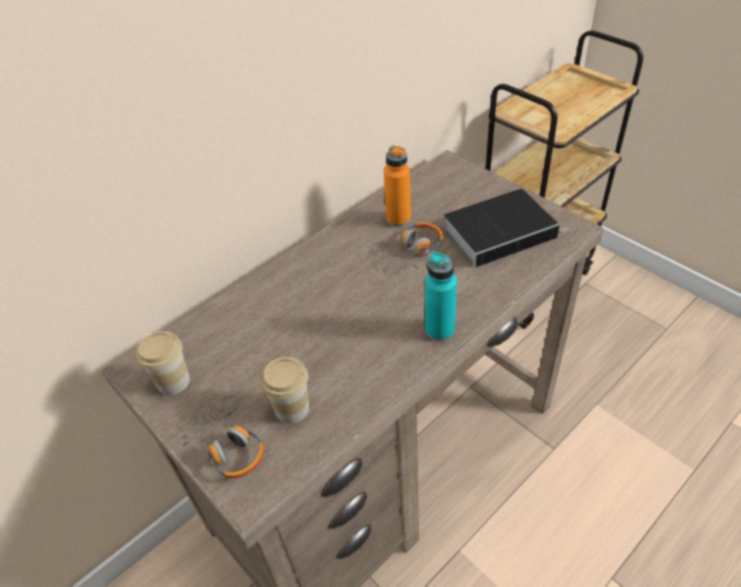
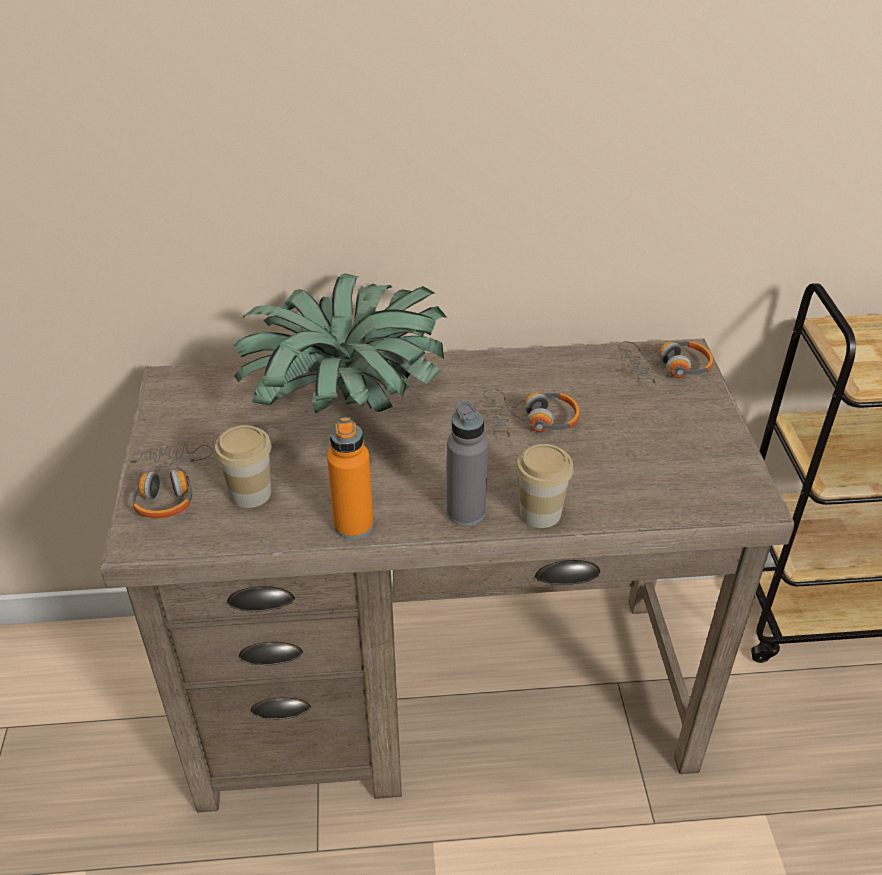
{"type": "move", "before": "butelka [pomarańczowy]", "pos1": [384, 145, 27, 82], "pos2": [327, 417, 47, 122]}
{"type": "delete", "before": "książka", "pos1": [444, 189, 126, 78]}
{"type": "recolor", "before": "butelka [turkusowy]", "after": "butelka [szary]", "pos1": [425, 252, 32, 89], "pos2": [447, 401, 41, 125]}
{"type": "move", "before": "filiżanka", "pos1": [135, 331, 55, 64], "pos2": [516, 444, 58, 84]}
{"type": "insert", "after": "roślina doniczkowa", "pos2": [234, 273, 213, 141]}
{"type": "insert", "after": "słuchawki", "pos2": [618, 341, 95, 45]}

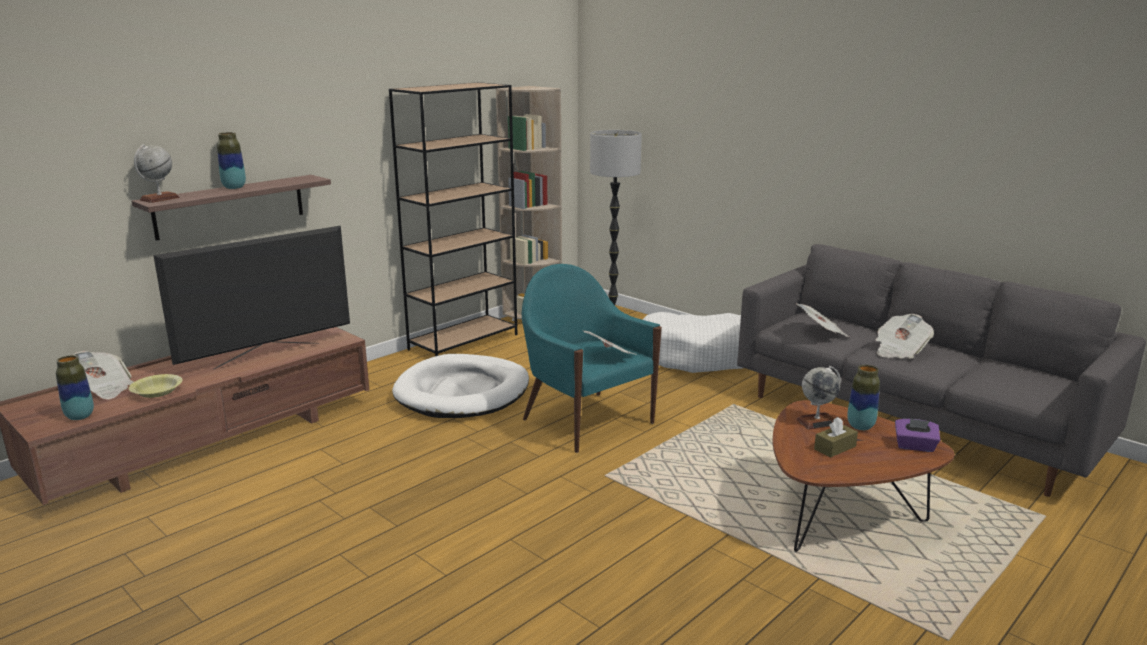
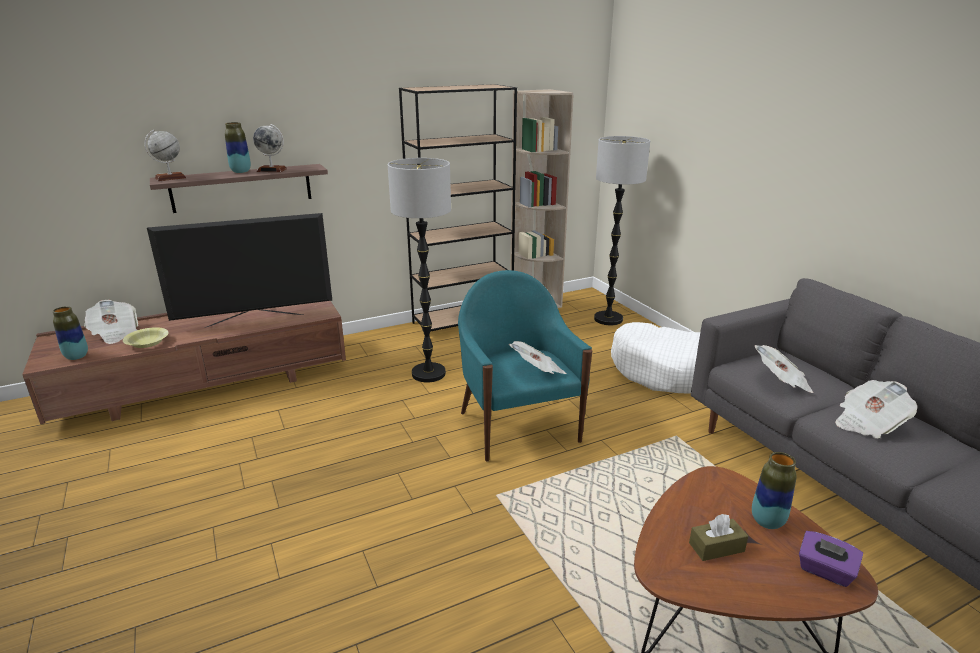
{"type": "replace", "before": "legowisko [biały]", "after": "lampa stojąca", "pos1": [392, 354, 137, 64], "pos2": [388, 158, 63, 224]}
{"type": "move", "before": "globus", "pos1": [796, 366, 45, 64], "pos2": [253, 124, 34, 48]}

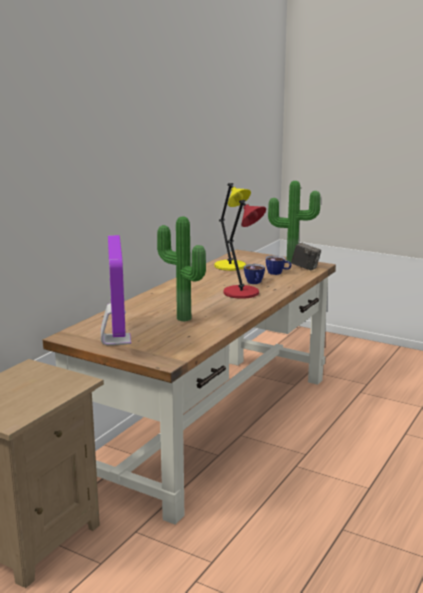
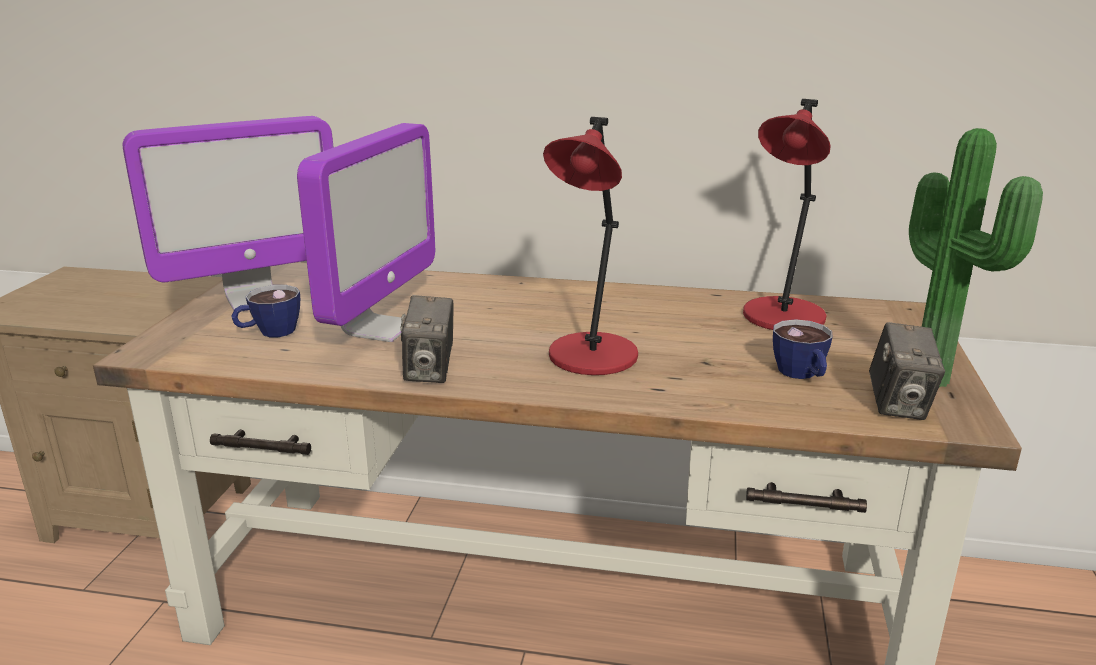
{"type": "recolor", "before": "lampa stołowa [żółty]", "after": "lampa stołowa [czerwony]", "pos1": [214, 183, 37, 88], "pos2": [743, 99, 88, 231]}
{"type": "replace", "before": "roślina doniczkowa", "after": "monitor", "pos1": [157, 216, 49, 106], "pos2": [297, 123, 138, 219]}
{"type": "move", "before": "filiżanka", "pos1": [244, 264, 21, 20], "pos2": [231, 285, 69, 52]}
{"type": "insert", "after": "aparat fotograficzny", "pos2": [400, 295, 53, 88]}

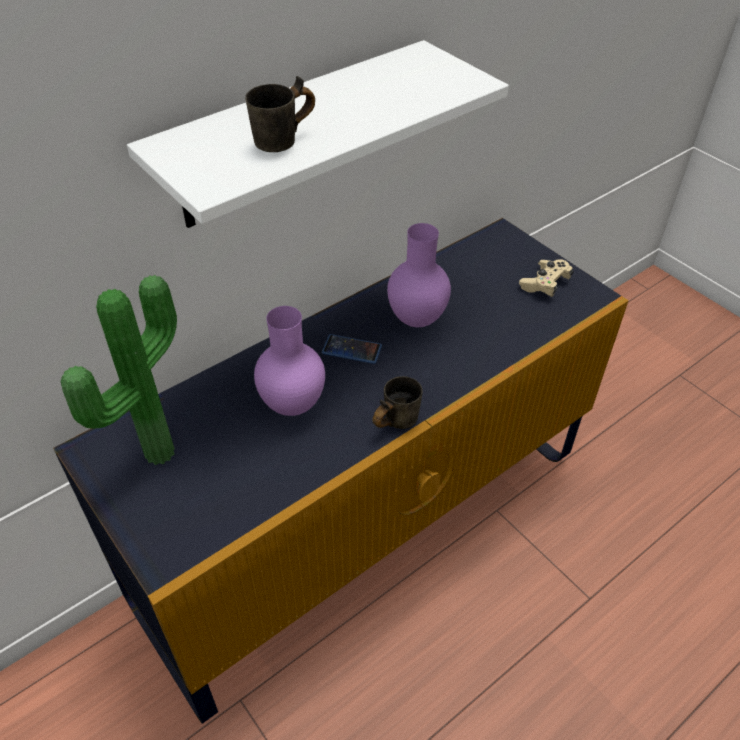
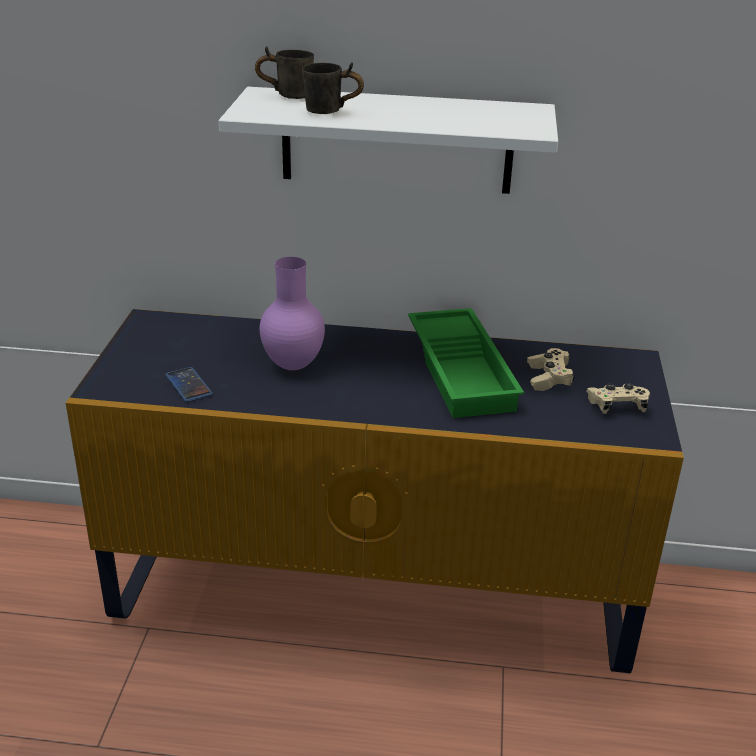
{"type": "replace", "before": "wazon [fioletowy]", "after": "taca [zielony]", "pos1": [387, 223, 64, 104], "pos2": [408, 308, 116, 110]}
{"type": "delete", "before": "roślina doniczkowa", "pos1": [61, 275, 116, 190]}
{"type": "move", "before": "telefon", "pos1": [322, 334, 60, 30], "pos2": [165, 367, 48, 35]}
{"type": "move", "before": "kubek [szary]", "pos1": [373, 376, 50, 53], "pos2": [255, 46, 59, 53]}
{"type": "insert", "after": "pad do gier [beżowy]", "pos2": [527, 348, 47, 43]}

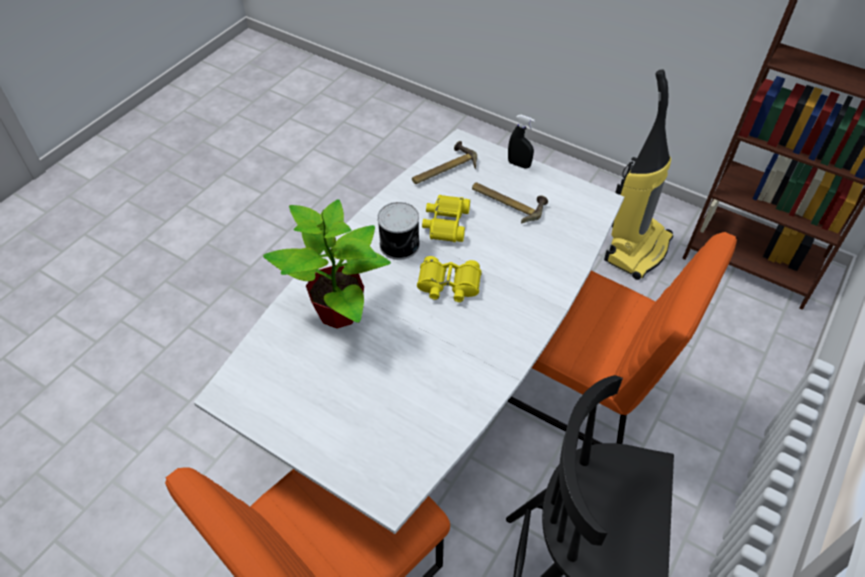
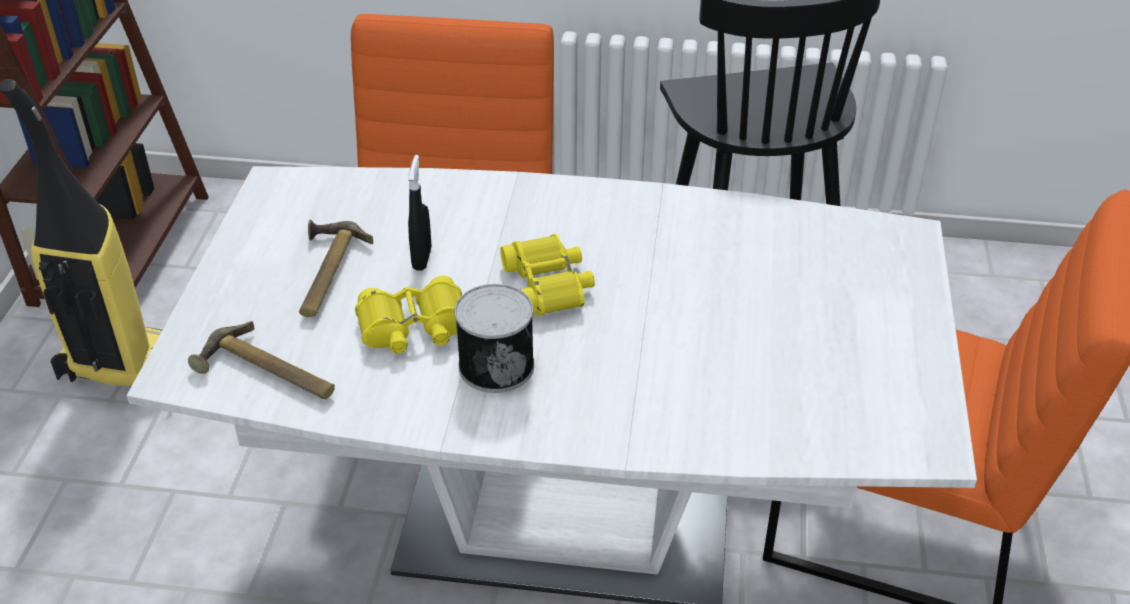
{"type": "move", "before": "spryskiwacz [czarny]", "pos1": [508, 115, 27, 54], "pos2": [408, 155, 23, 116]}
{"type": "delete", "before": "roślina doniczkowa", "pos1": [263, 199, 128, 130]}

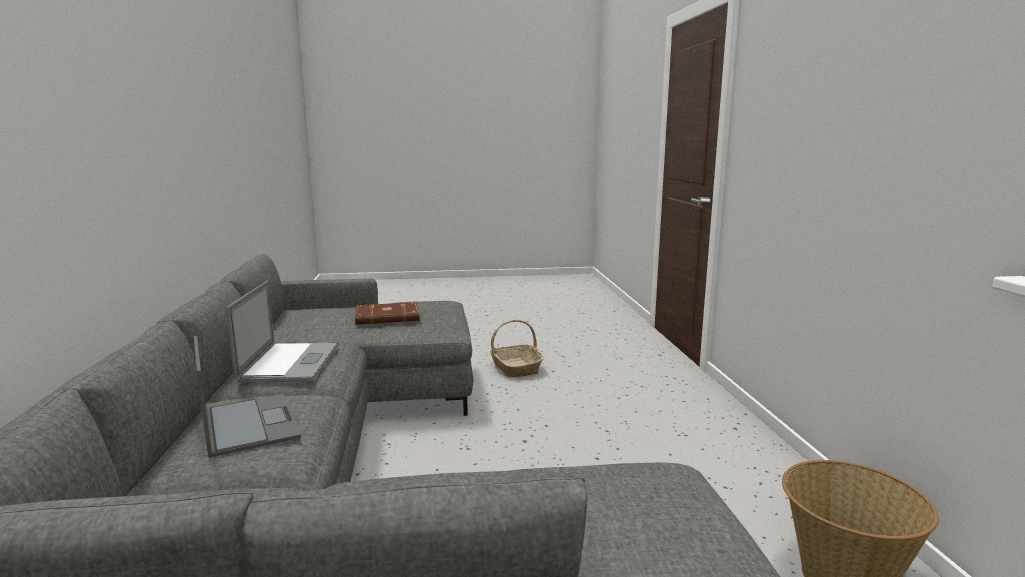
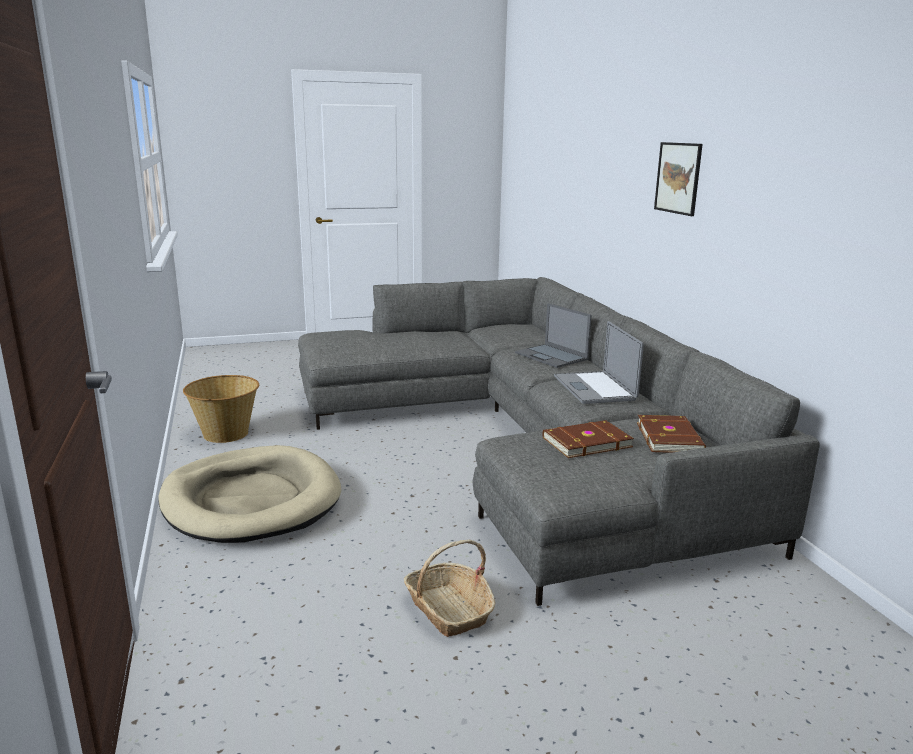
{"type": "insert", "after": "obraz", "pos2": [654, 142, 49, 74]}
{"type": "insert", "after": "książka [brązowy]", "pos2": [637, 415, 69, 38]}
{"type": "insert", "after": "legowisko [beżowy]", "pos2": [159, 445, 182, 98]}

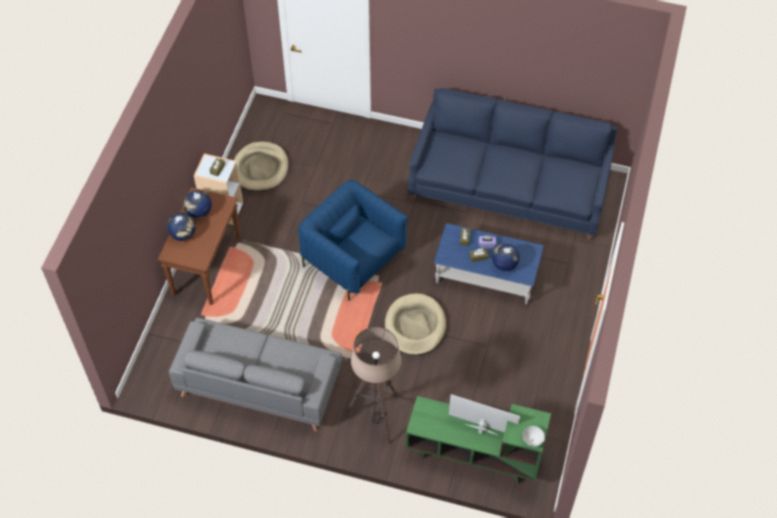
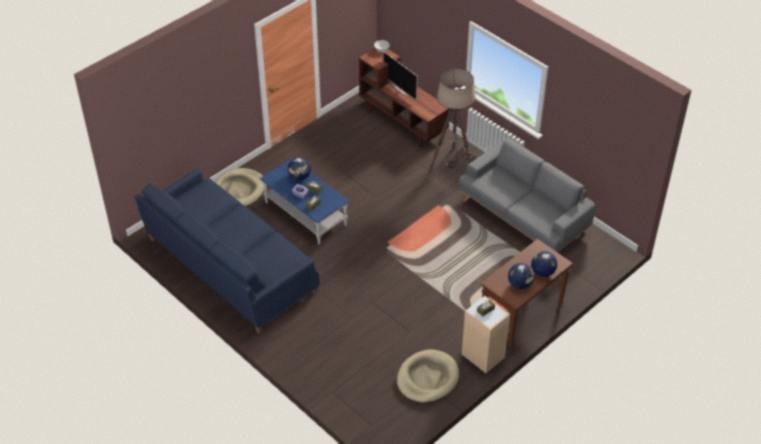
{"type": "delete", "before": "fotel [niebieski]", "pos1": [298, 180, 109, 121]}
{"type": "move", "before": "legowisko [beżowy]", "pos1": [385, 293, 61, 62], "pos2": [215, 168, 49, 38]}
{"type": "recolor", "before": "szafka pod telewizor [zielony]", "after": "szafka pod telewizor [brązowy]", "pos1": [406, 396, 145, 88], "pos2": [359, 48, 91, 99]}

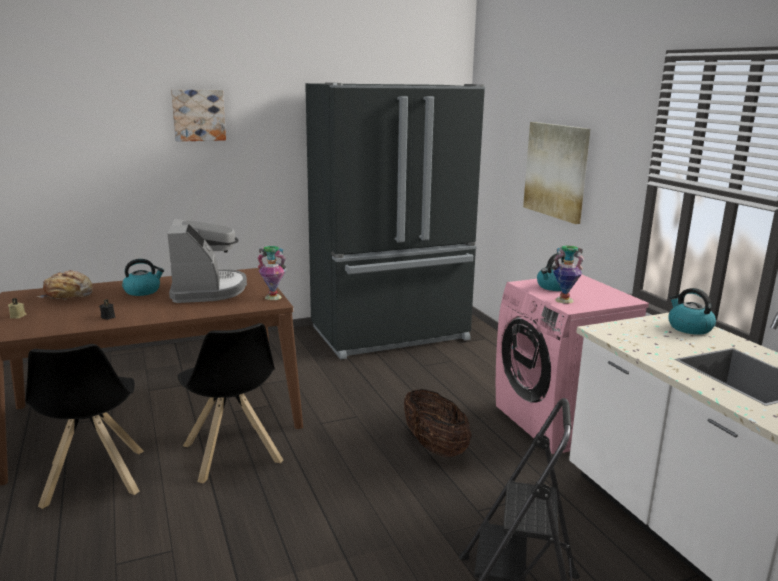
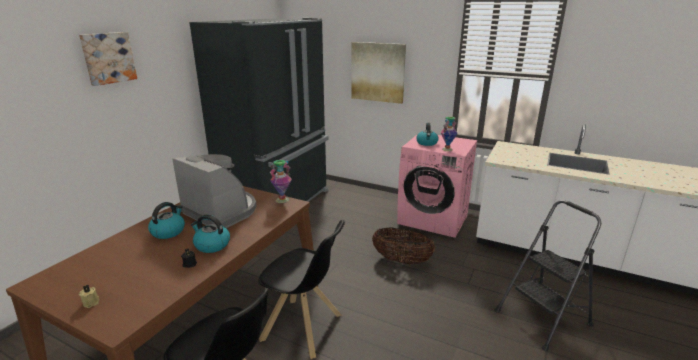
{"type": "delete", "before": "chleb", "pos1": [36, 270, 56, 30]}
{"type": "move", "before": "czajnik", "pos1": [668, 288, 48, 47], "pos2": [191, 215, 39, 38]}

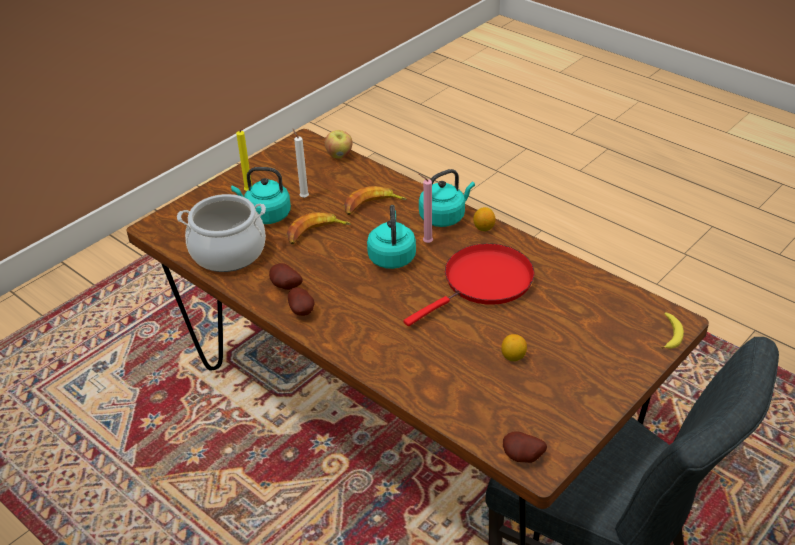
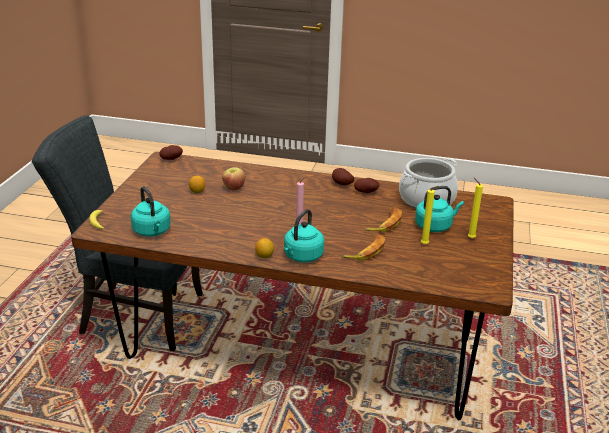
{"type": "recolor", "before": "świeca [biały]", "after": "świeca [żółty]", "pos1": [292, 128, 17, 70], "pos2": [421, 186, 18, 59]}
{"type": "move", "before": "jabłko", "pos1": [324, 130, 28, 29], "pos2": [222, 167, 23, 24]}
{"type": "move", "before": "czajnik [turkusowy]", "pos1": [367, 205, 49, 64], "pos2": [131, 186, 40, 51]}
{"type": "delete", "before": "patelnia [czerwony]", "pos1": [404, 243, 130, 83]}

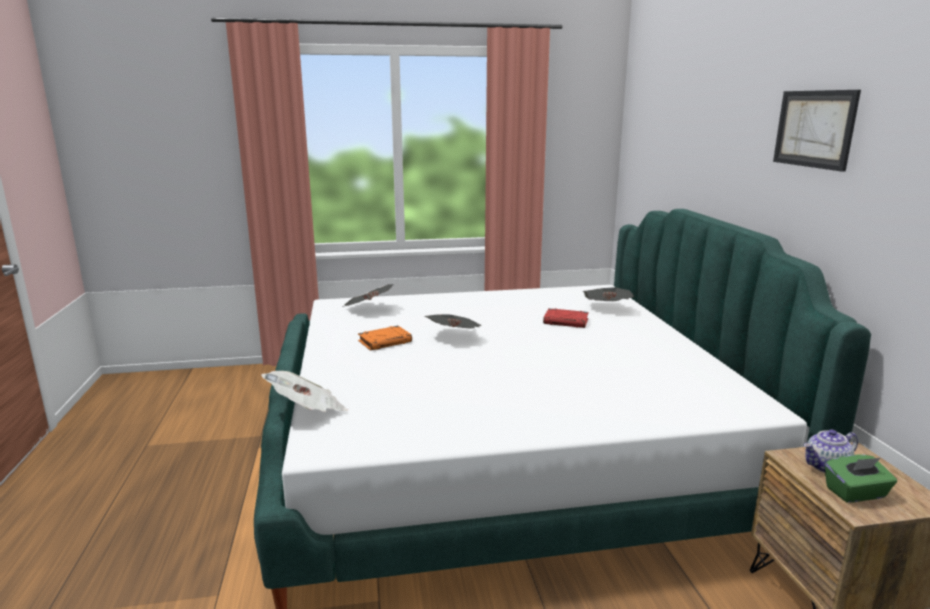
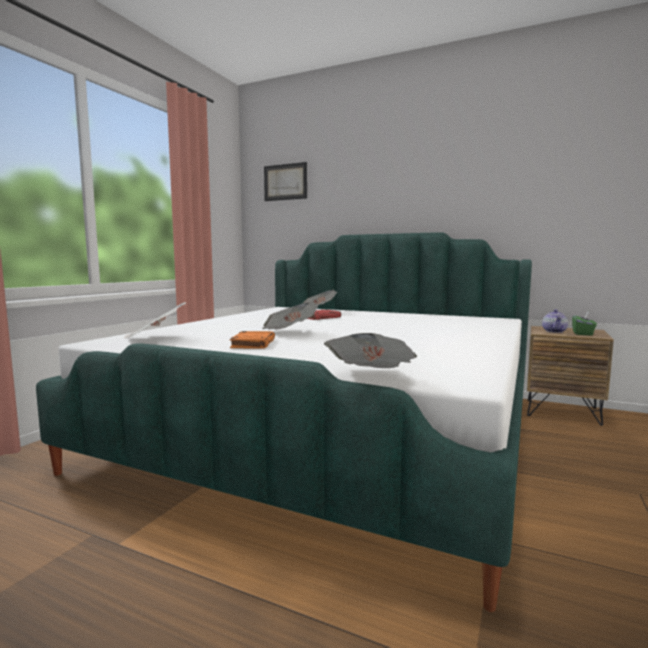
{"type": "move", "before": "obraz", "pos1": [773, 90, 88, 82], "pos2": [264, 162, 43, 39]}

